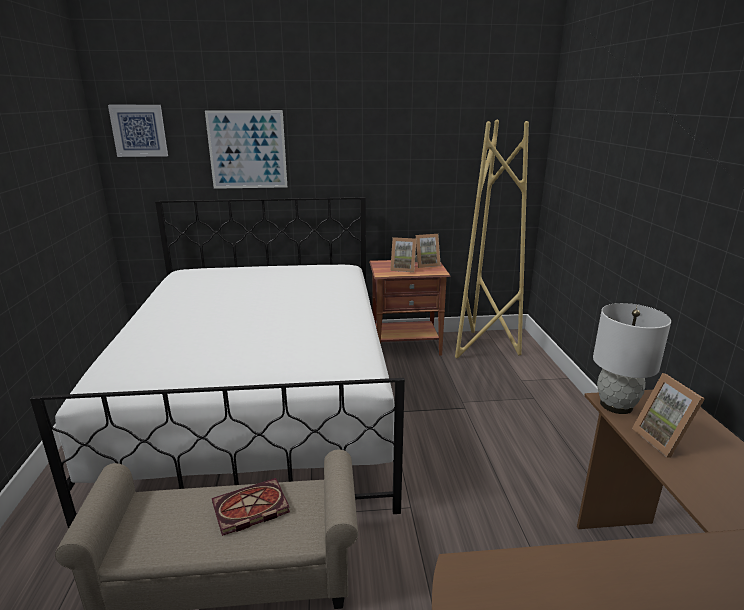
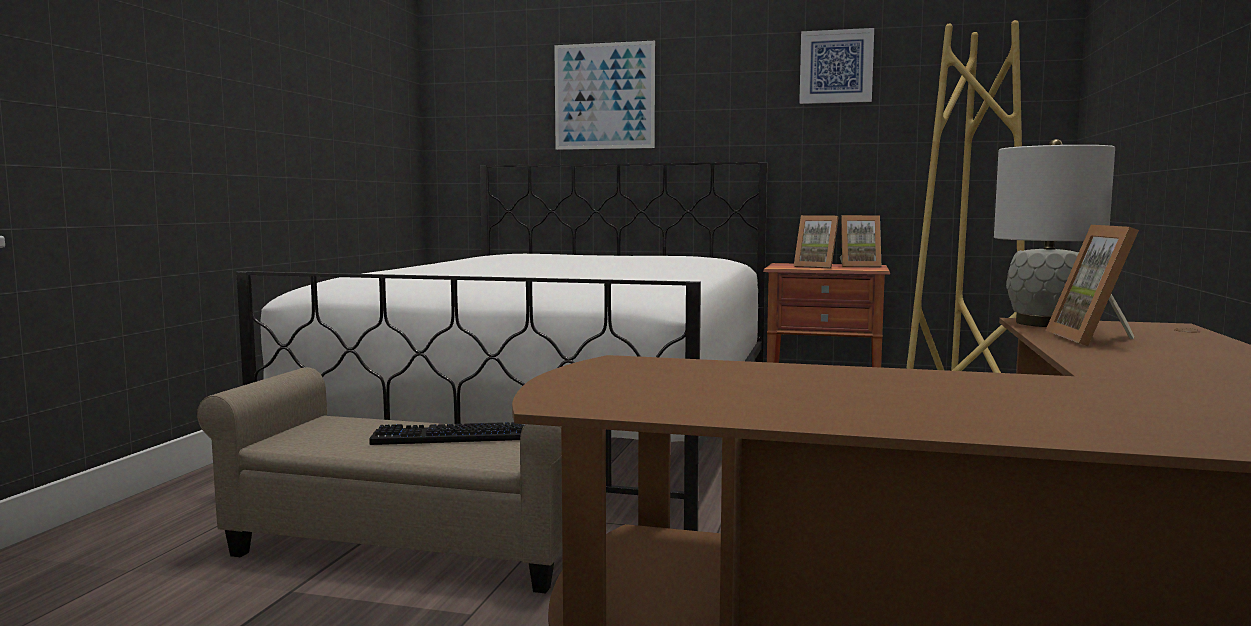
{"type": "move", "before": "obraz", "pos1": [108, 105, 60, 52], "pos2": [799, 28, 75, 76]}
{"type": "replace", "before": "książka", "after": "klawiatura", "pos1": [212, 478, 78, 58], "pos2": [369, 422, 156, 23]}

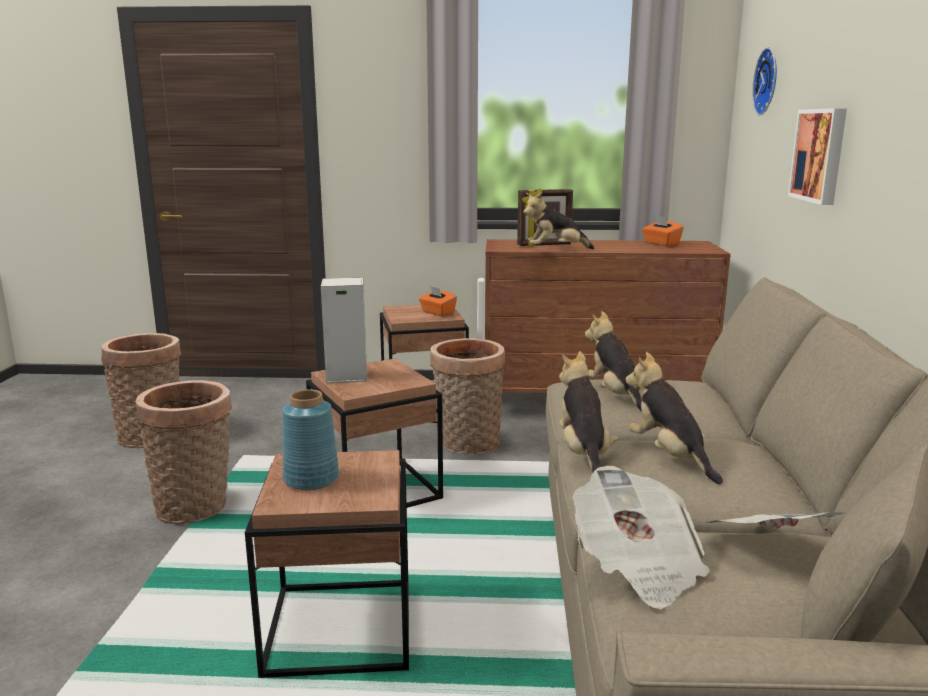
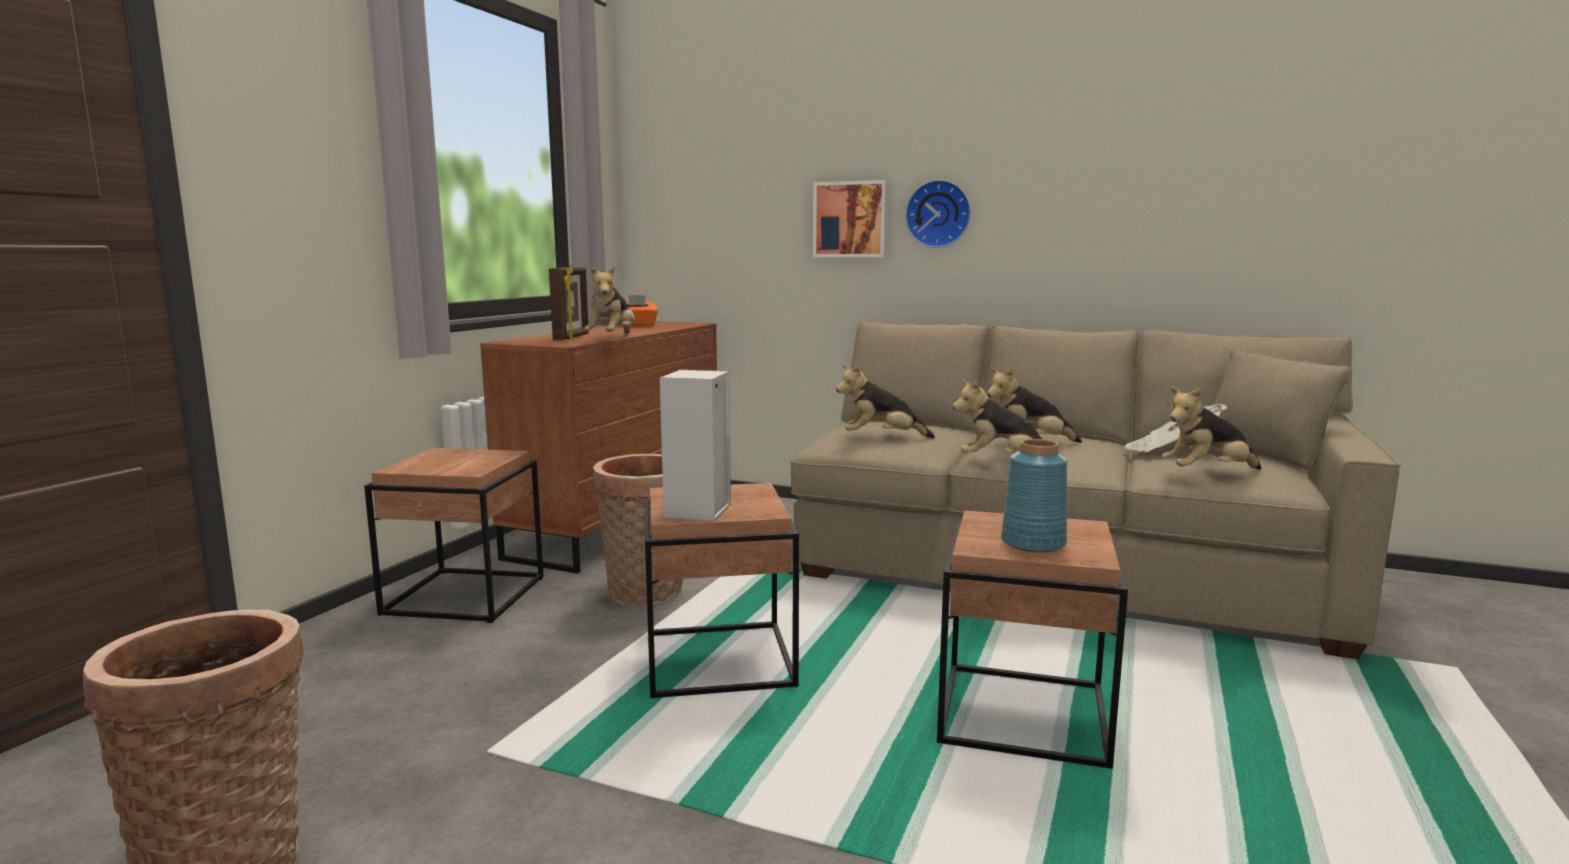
{"type": "move", "before": "zegar ścienny", "pos1": [752, 47, 25, 68], "pos2": [905, 179, 66, 69]}
{"type": "delete", "before": "pudełko chusteczek [pomarańczowy]", "pos1": [419, 286, 38, 30]}
{"type": "delete", "before": "koszyk", "pos1": [136, 380, 96, 144]}
{"type": "replace", "before": "gazeta", "after": "pluszak", "pos1": [573, 466, 137, 143], "pos2": [1162, 387, 99, 83]}

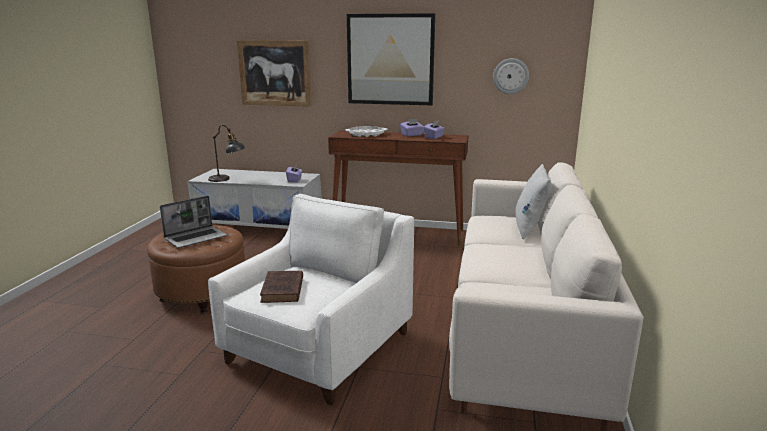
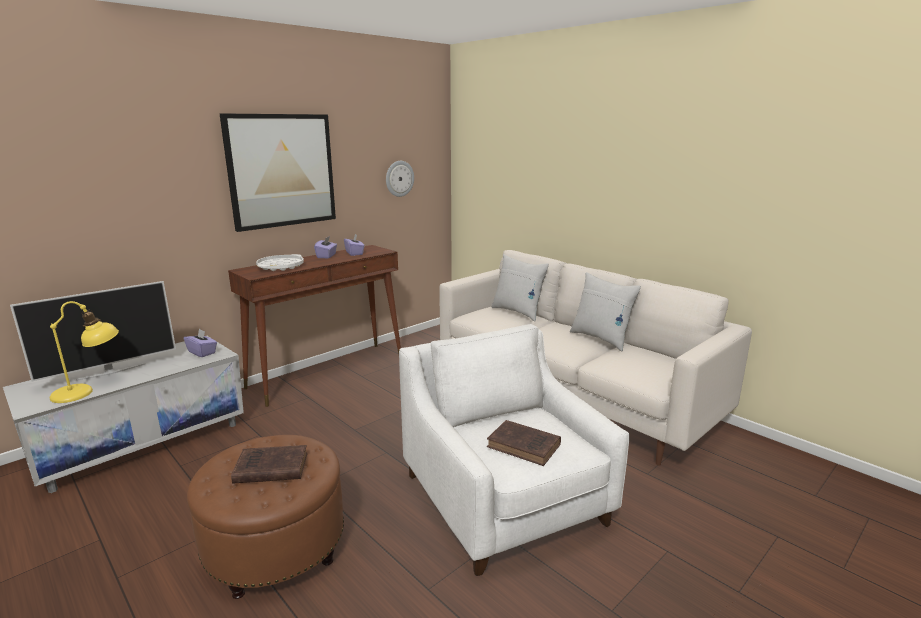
{"type": "delete", "before": "obraz", "pos1": [237, 40, 75, 67]}
{"type": "recolor", "before": "lampa stołowa [szary]", "after": "lampa stołowa [żółty]", "pos1": [208, 125, 37, 57], "pos2": [50, 301, 69, 102]}
{"type": "replace", "before": "laptop", "after": "książka [brązowy]", "pos1": [160, 196, 67, 52], "pos2": [231, 445, 76, 38]}
{"type": "insert", "after": "poduszka [szary]", "pos2": [570, 272, 71, 79]}
{"type": "insert", "after": "telewizor", "pos2": [10, 281, 166, 100]}

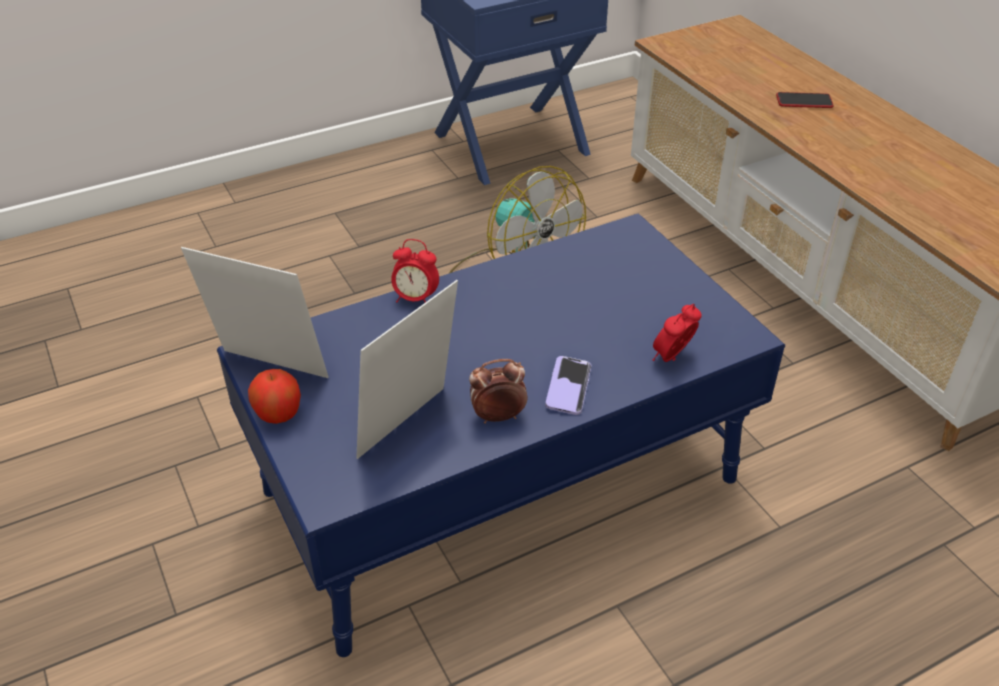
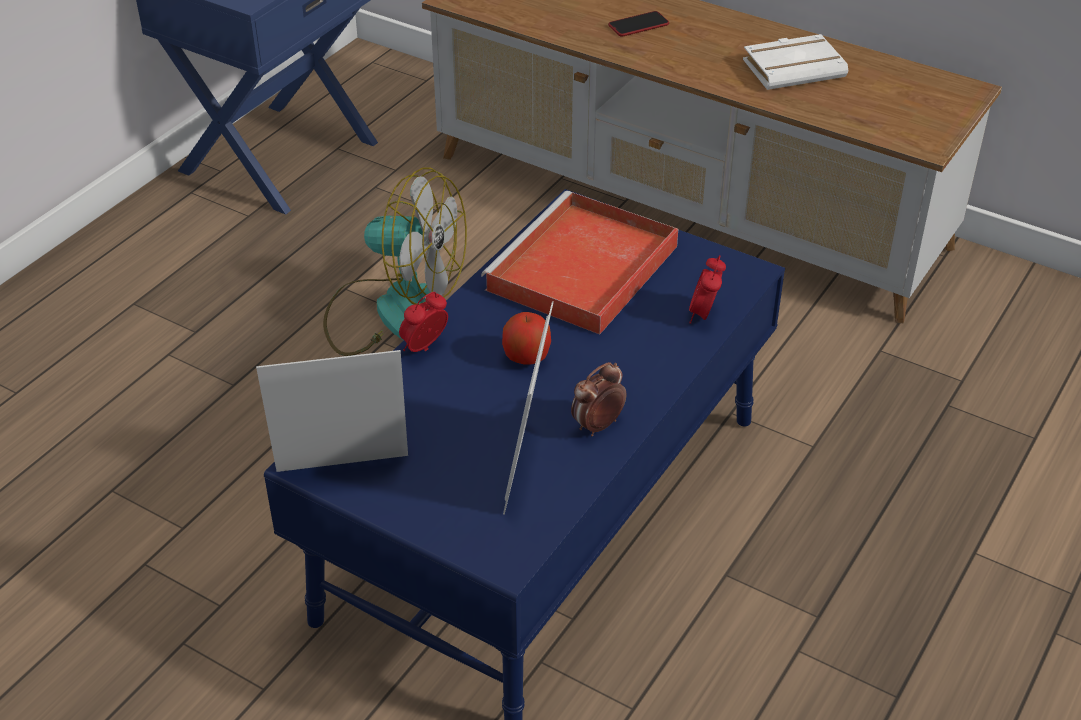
{"type": "rotate", "before": "budzik", "pos1": [391, 239, 48, 64], "pos2": [399, 292, 49, 60], "turn": 150}
{"type": "delete", "before": "telefon", "pos1": [545, 356, 46, 59]}
{"type": "move", "before": "jabłko", "pos1": [248, 369, 53, 55], "pos2": [502, 312, 49, 52]}
{"type": "insert", "after": "książka [biały]", "pos2": [743, 34, 105, 56]}
{"type": "insert", "after": "taca [czerwony]", "pos2": [481, 191, 197, 144]}

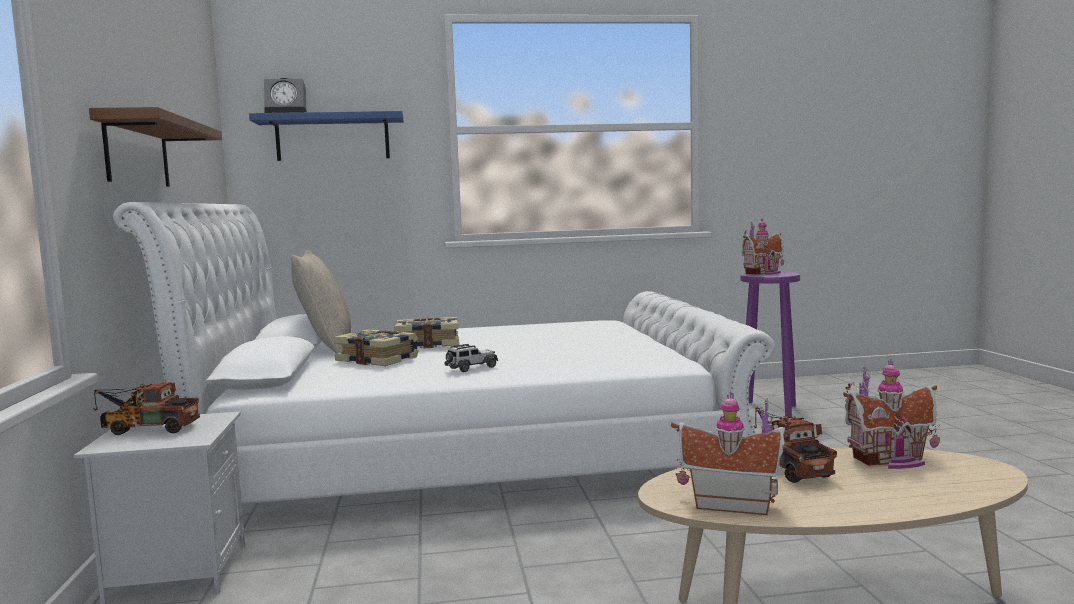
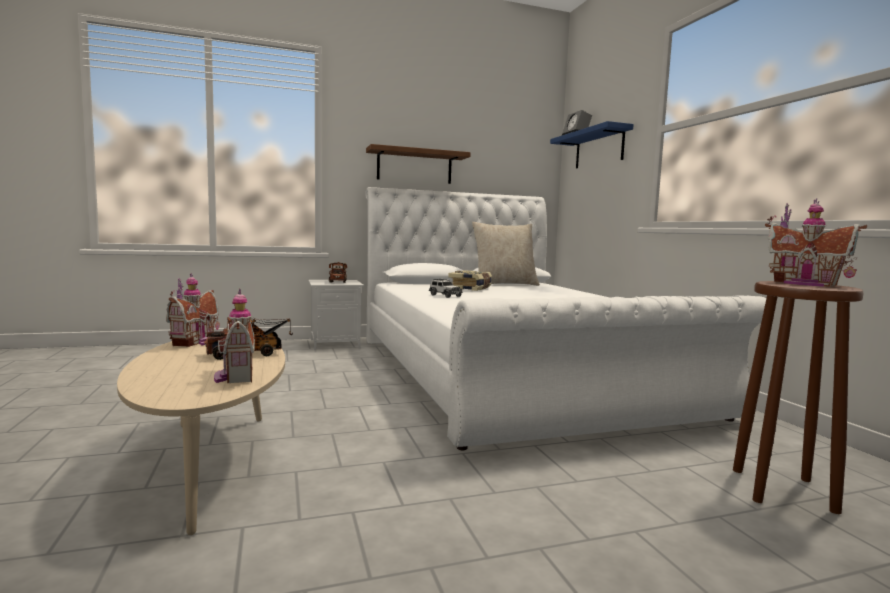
{"type": "recolor", "before": "stołek [fioletowy]", "after": "stołek [brązowy]", "pos1": [740, 272, 60, 146], "pos2": [733, 281, 131, 233]}
{"type": "delete", "before": "książka", "pos1": [394, 317, 65, 31]}

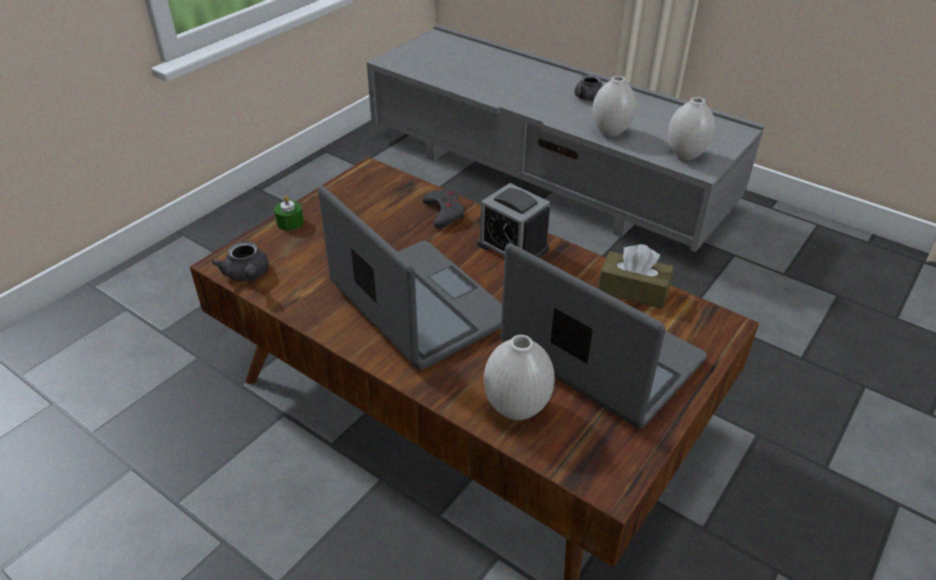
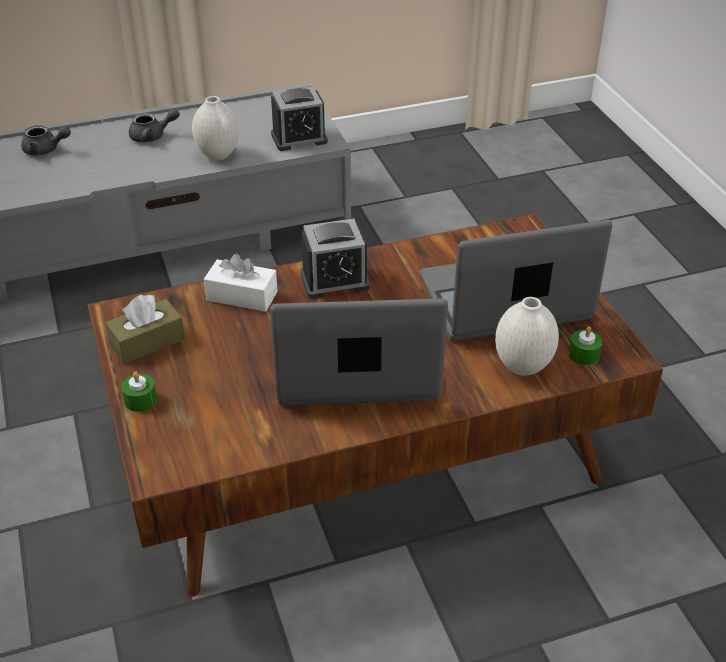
{"type": "replace", "before": "wazon [biały]", "after": "budzik", "pos1": [668, 97, 47, 63], "pos2": [271, 86, 57, 65]}
{"type": "replace", "before": "pad do gier [szary]", "after": "pudełko chusteczek [biały]", "pos1": [422, 190, 43, 39], "pos2": [204, 254, 74, 58]}
{"type": "move", "before": "imbryk [szary]", "pos1": [212, 241, 57, 40], "pos2": [21, 125, 50, 30]}
{"type": "move", "before": "pudełko chusteczek [brązowy]", "pos1": [598, 244, 76, 65], "pos2": [105, 295, 80, 69]}
{"type": "insert", "after": "świeca [zielony]", "pos2": [568, 326, 34, 39]}

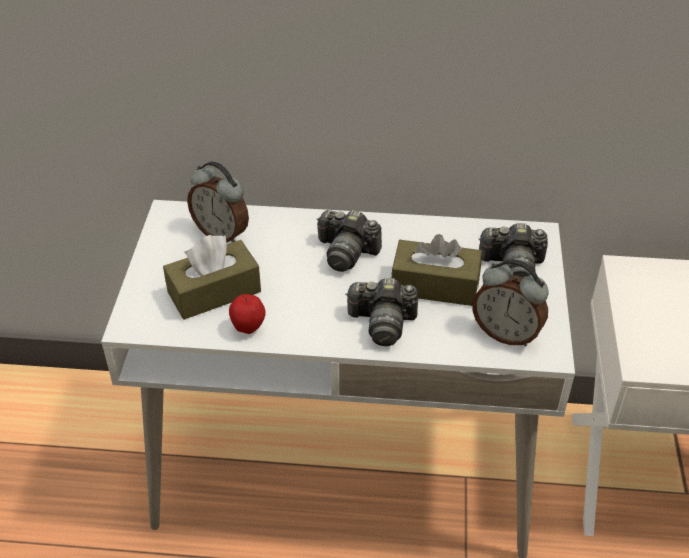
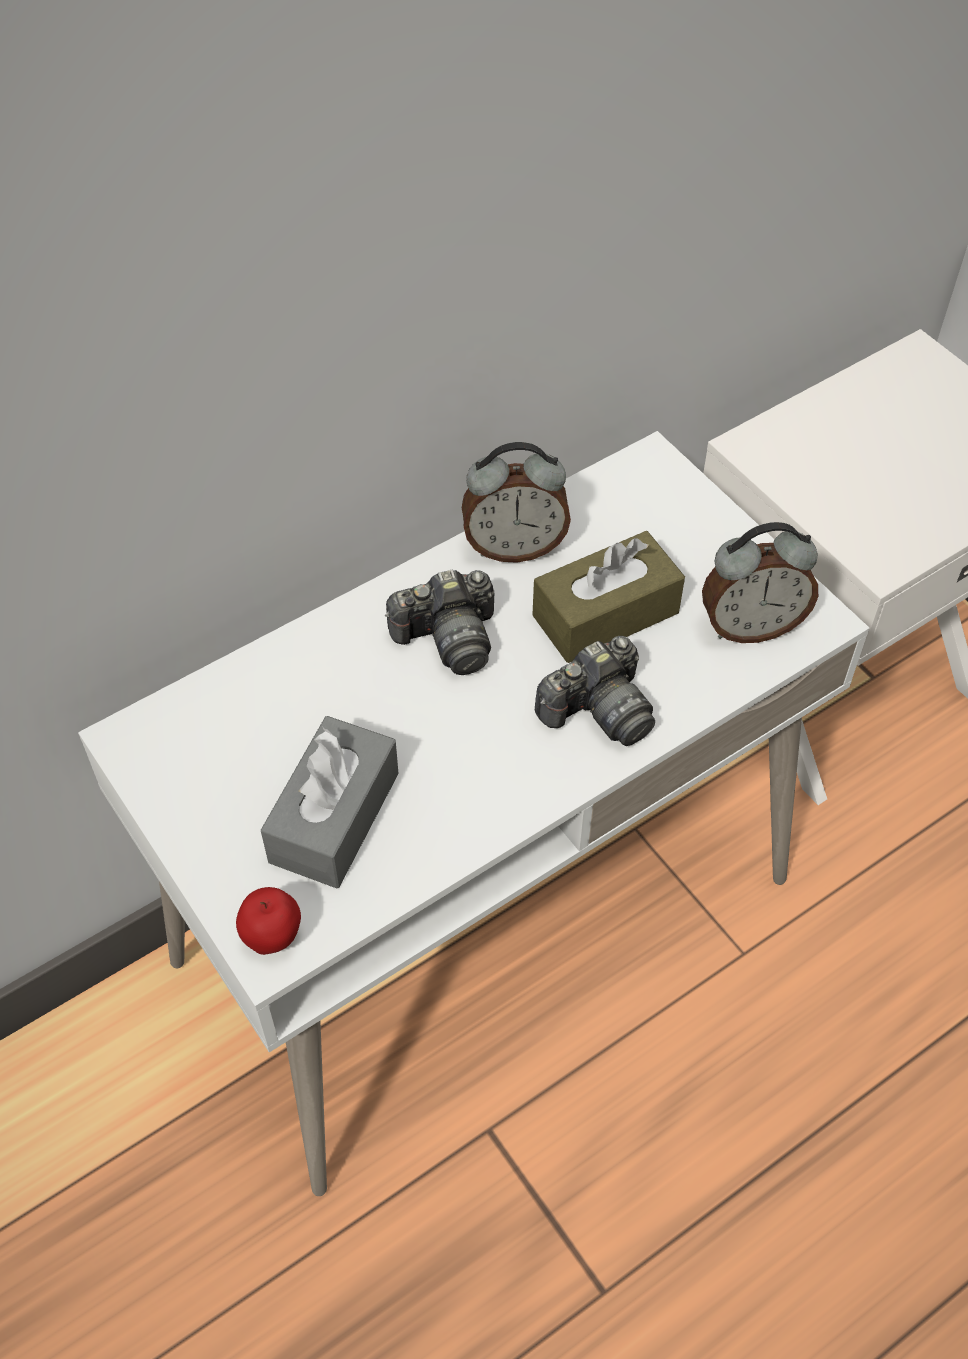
{"type": "move", "before": "budzik", "pos1": [187, 161, 62, 82], "pos2": [462, 442, 109, 121]}
{"type": "delete", "before": "aparat fotograficzny", "pos1": [478, 223, 70, 55]}
{"type": "recolor", "before": "pudełko chusteczek [brązowy]", "after": "pudełko chusteczek [szary]", "pos1": [163, 235, 98, 85], "pos2": [261, 716, 138, 172]}
{"type": "move", "before": "jabłko", "pos1": [229, 294, 37, 40], "pos2": [236, 887, 65, 68]}

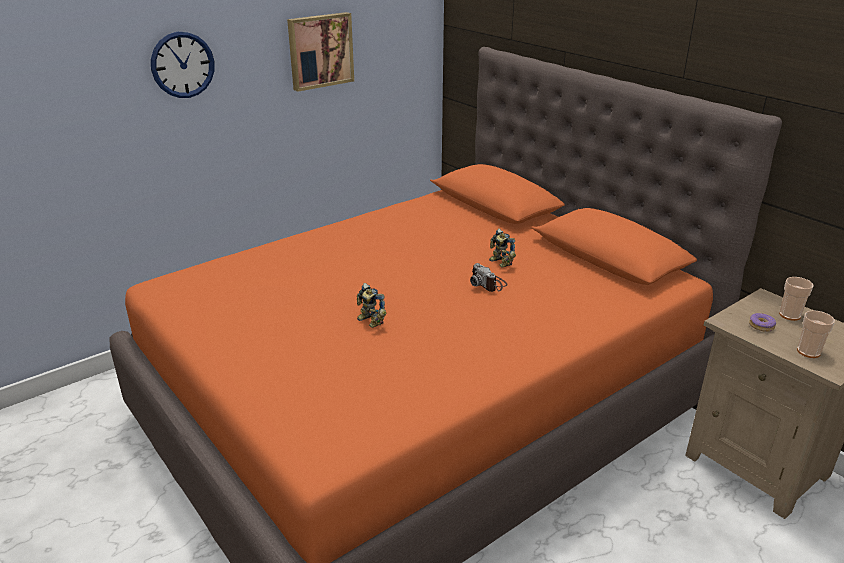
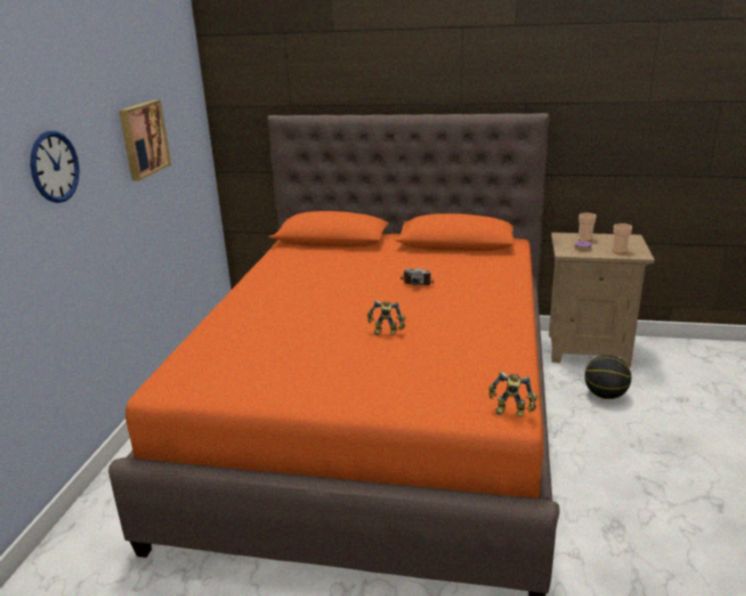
{"type": "move", "before": "robot zabawkowy", "pos1": [489, 229, 27, 39], "pos2": [488, 371, 50, 45]}
{"type": "insert", "after": "piłka do koszykówki", "pos2": [585, 355, 46, 44]}

